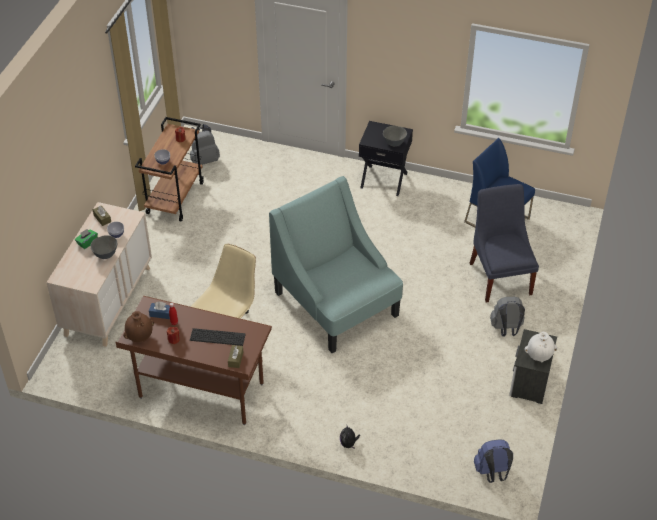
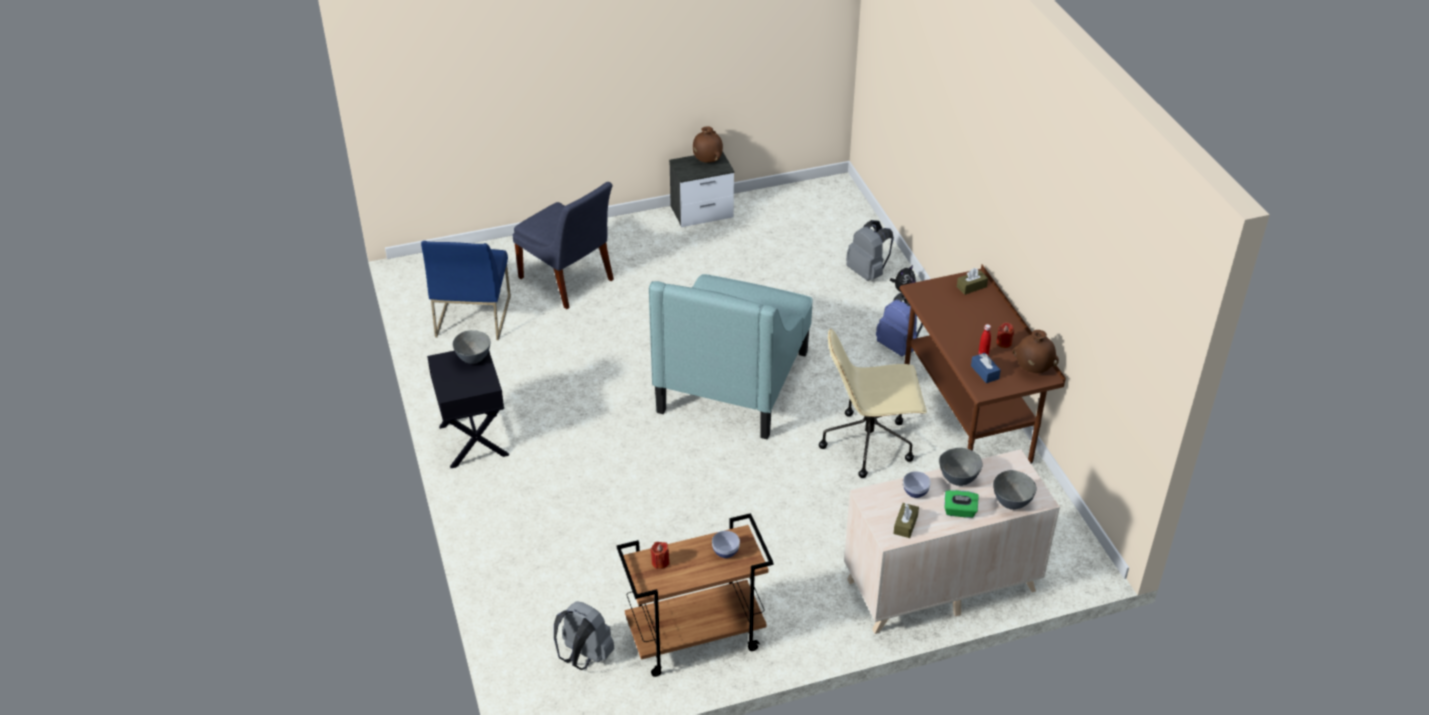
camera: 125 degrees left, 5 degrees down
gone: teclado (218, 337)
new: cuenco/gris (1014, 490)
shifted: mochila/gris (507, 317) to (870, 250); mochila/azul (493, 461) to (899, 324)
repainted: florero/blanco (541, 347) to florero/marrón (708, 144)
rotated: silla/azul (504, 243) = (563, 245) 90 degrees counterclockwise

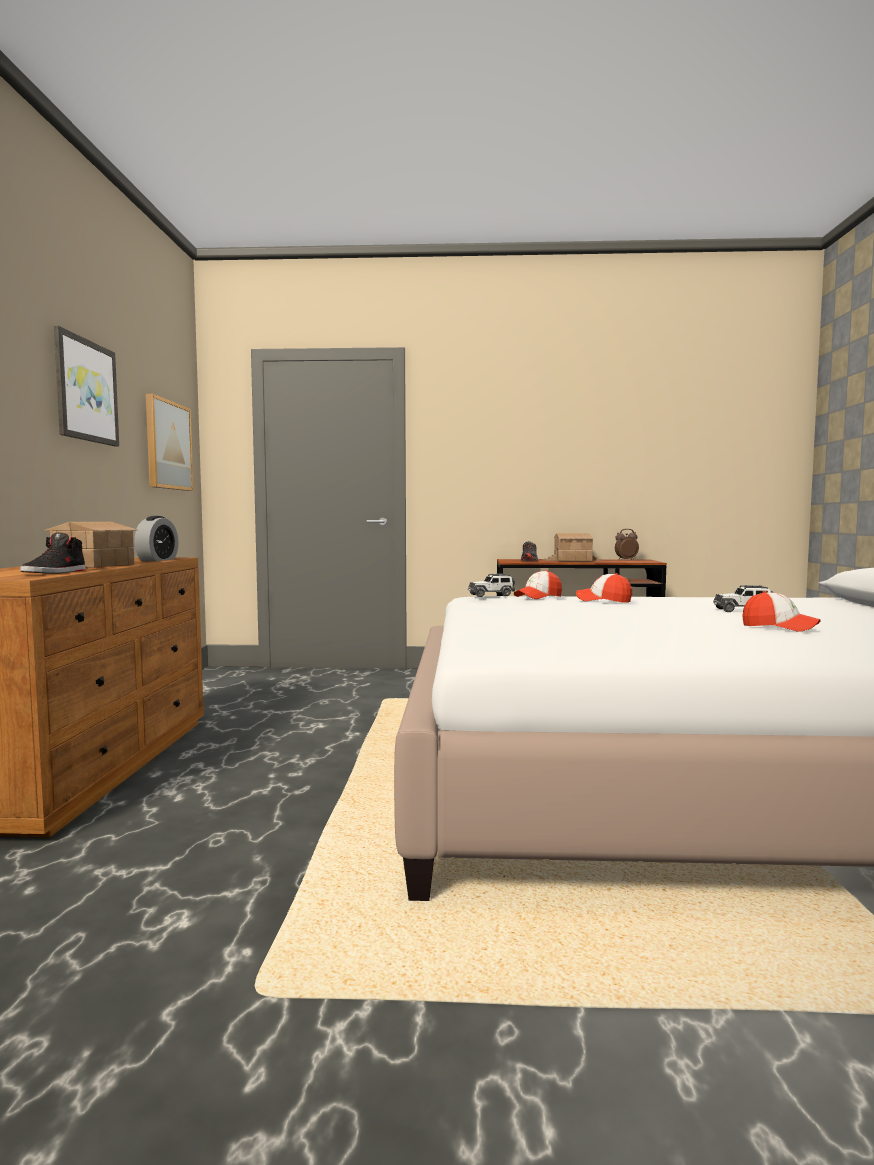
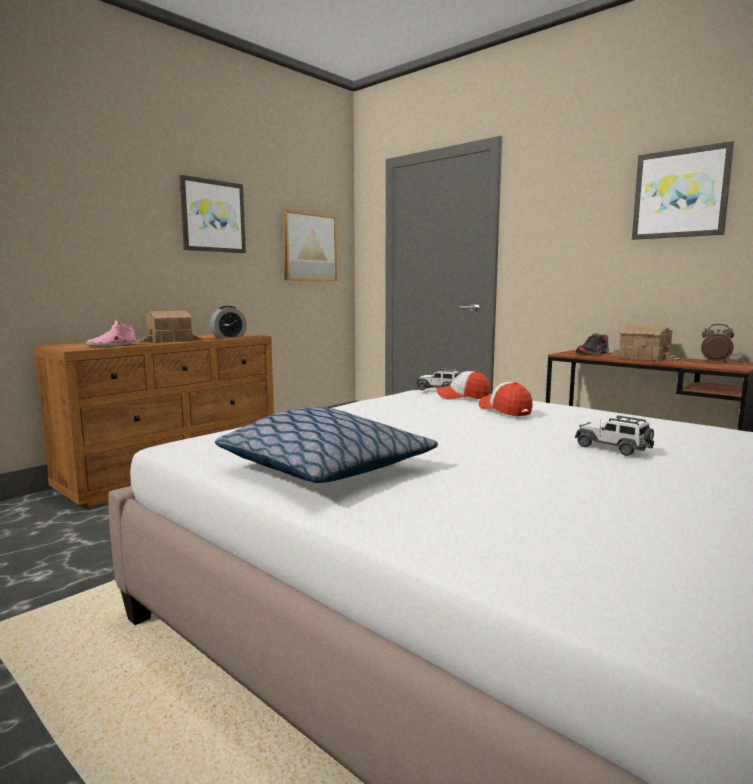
camera: 40 degrees right, 5 degrees up
gone: gorra (781, 611)
new: cuadro (683, 190); cojín (326, 445)
repainted: zapato/negro (53, 553) to zapato/rosa (111, 333)

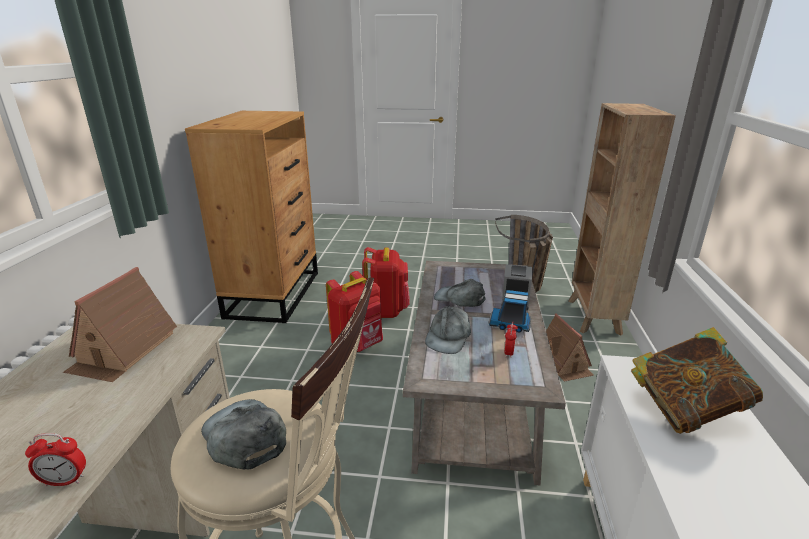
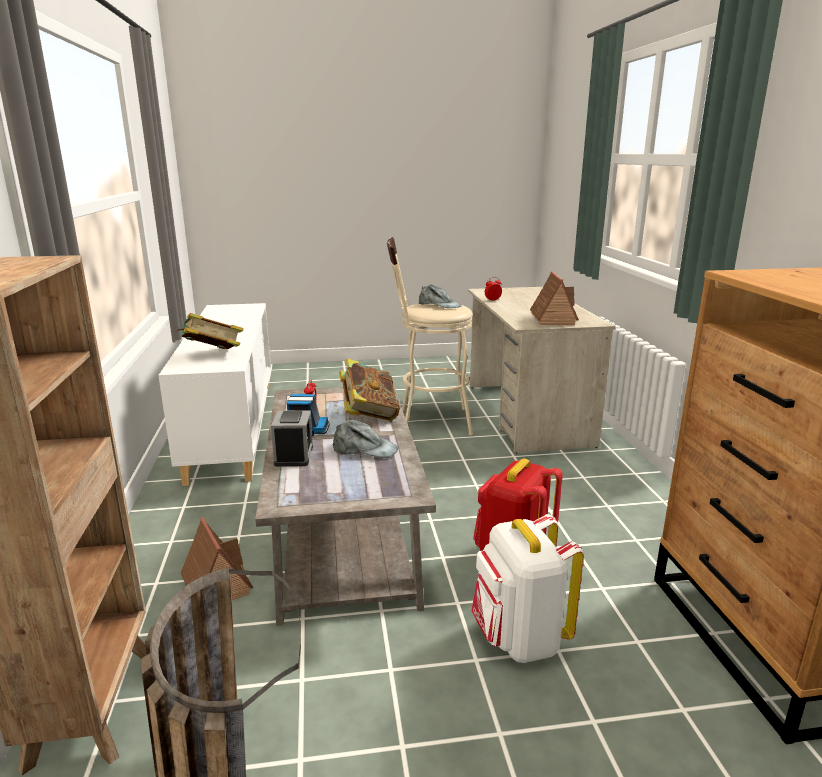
camera: 165 degrees right, 5 degrees down
swapped: gorra/gris (448, 329) to libro (369, 389)
repainted: mochila/rojo (386, 282) to mochila/blanco (527, 588)

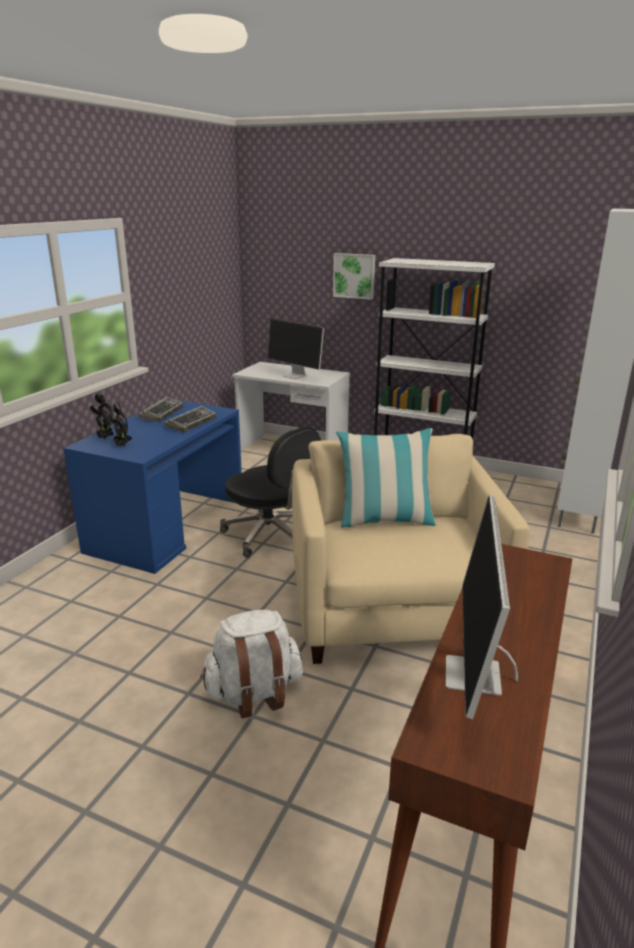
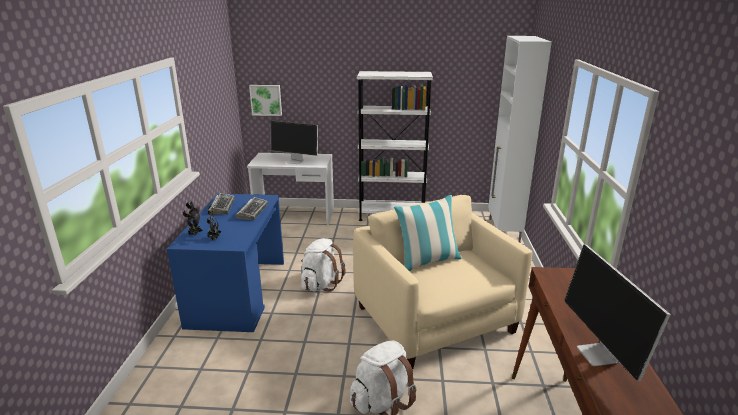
camera: 20 degrees left, 0 degrees up
shifted: cuadro (354, 276) to (265, 100)
swapped: silla de oficina/negro (270, 492) to mochila/blanco (323, 265)

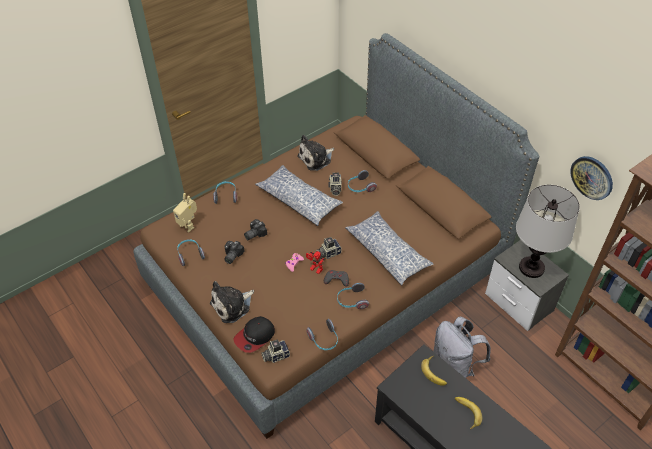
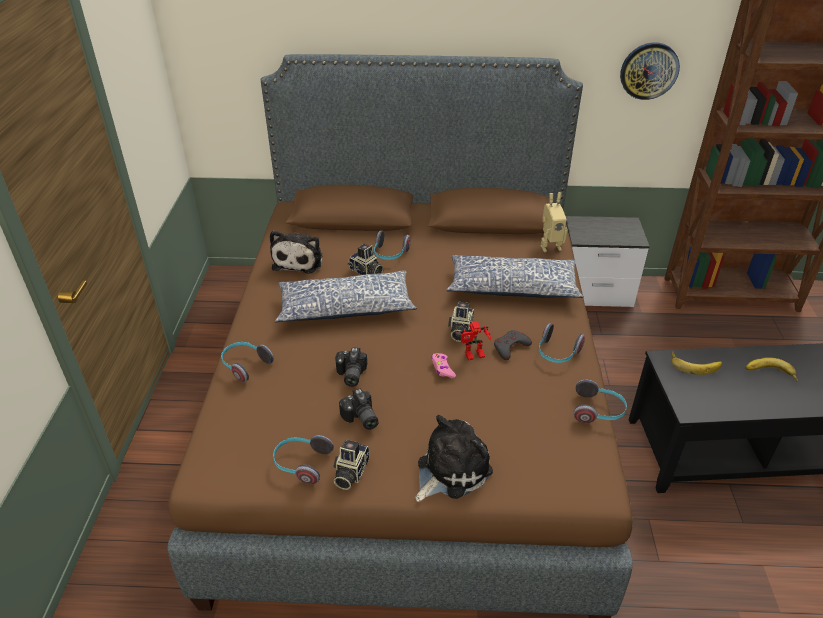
camera: 50 degrees left, 10 degrees down
gone: lámpara de mesa (548, 231); gorra (254, 334); mochila/gris (462, 347)
shifted: robot de juguete (185, 213) to (554, 222); cámara (275, 351) to (351, 464)
rotated: peluche (232, 302) = (454, 458) 135 degrees counterclockwise

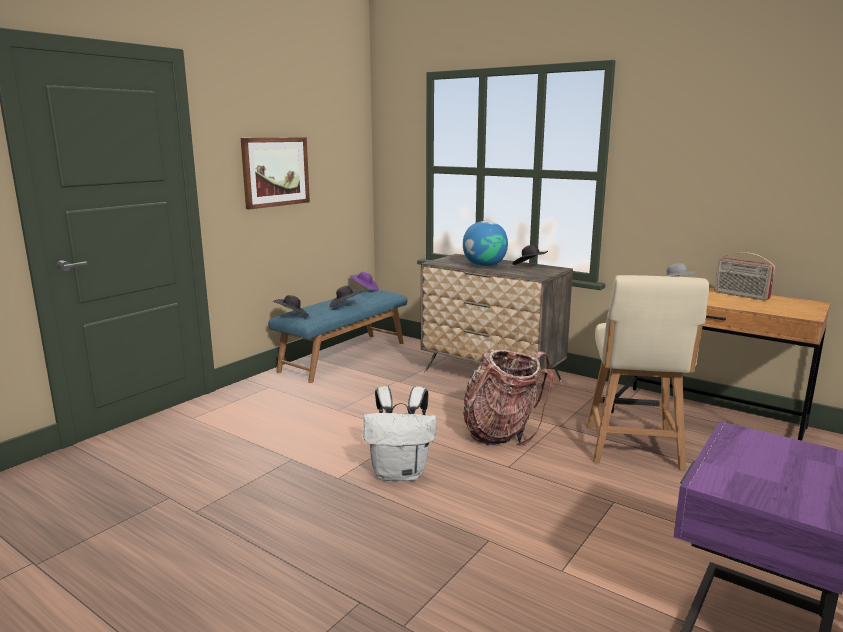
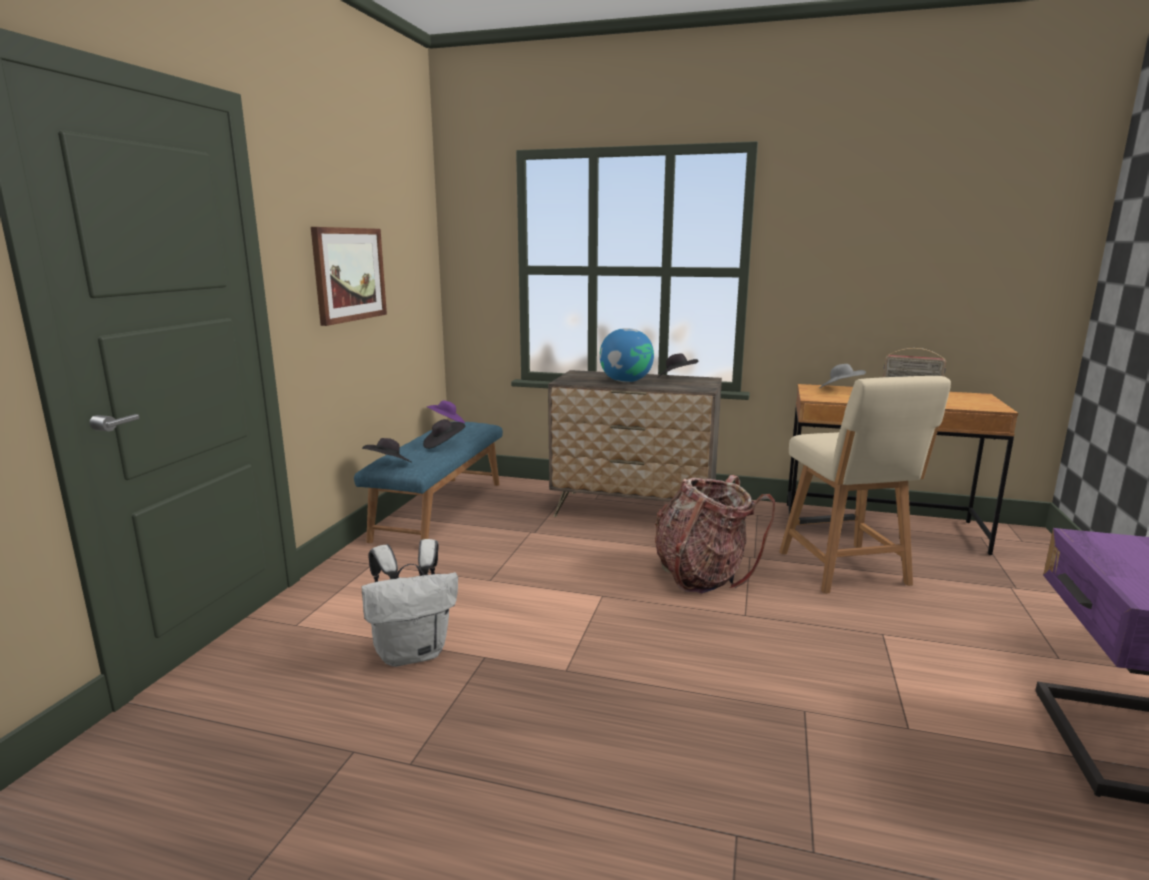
camera: 20 degrees left, 0 degrees up
shifted: mochila/blanco (400, 433) to (410, 603)

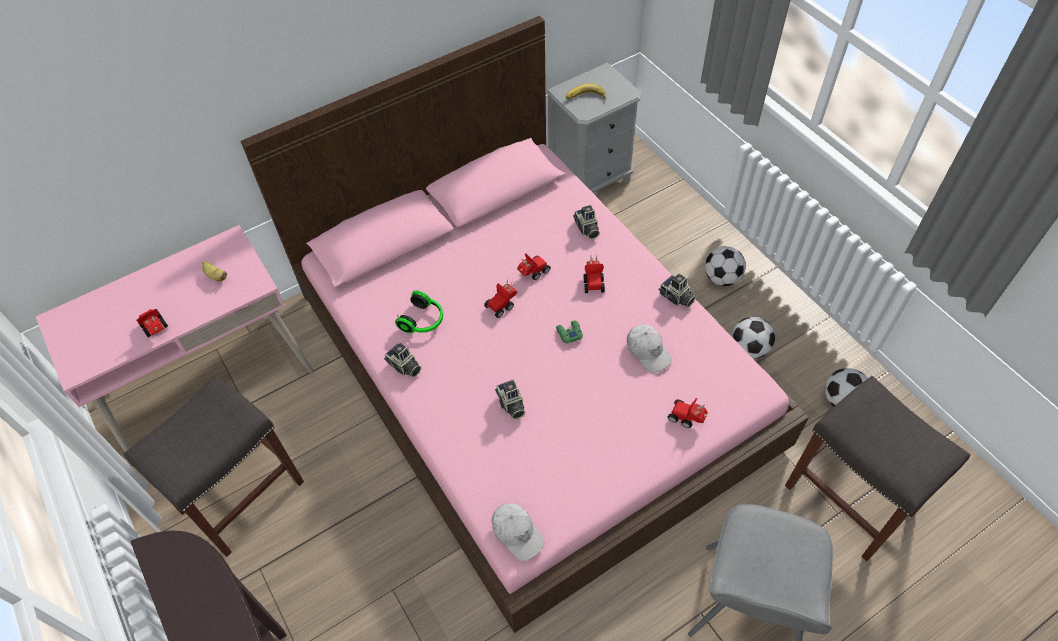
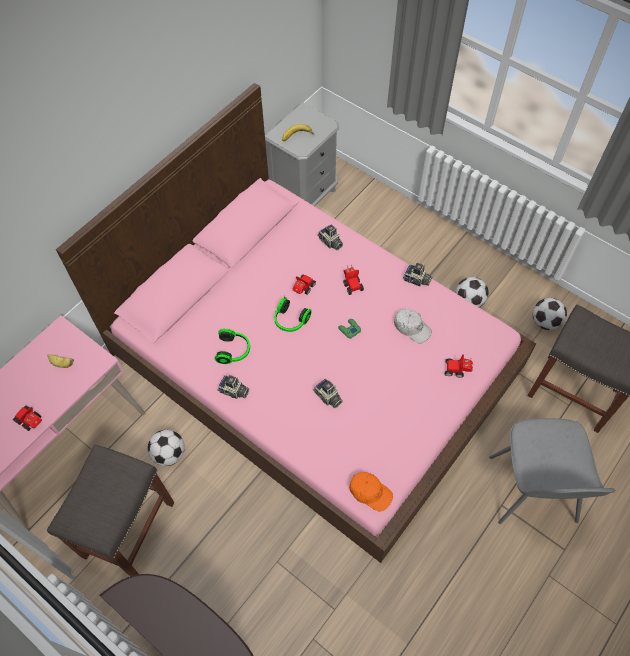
camera: 20 degrees left, 5 degrees up
shifted: balón de fútbol (725, 266) to (166, 447)
swapped: coche de juguete (500, 299) to auriculares (293, 313)
repainted: gorra/blanco (518, 532) to gorra/naranja (371, 492)

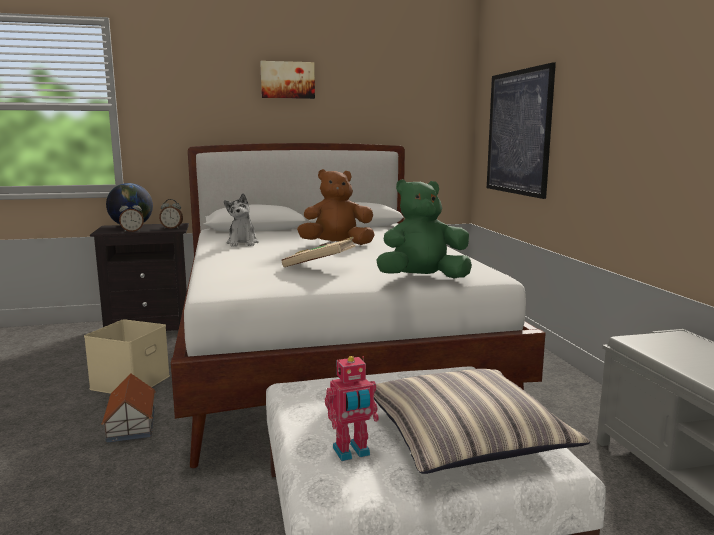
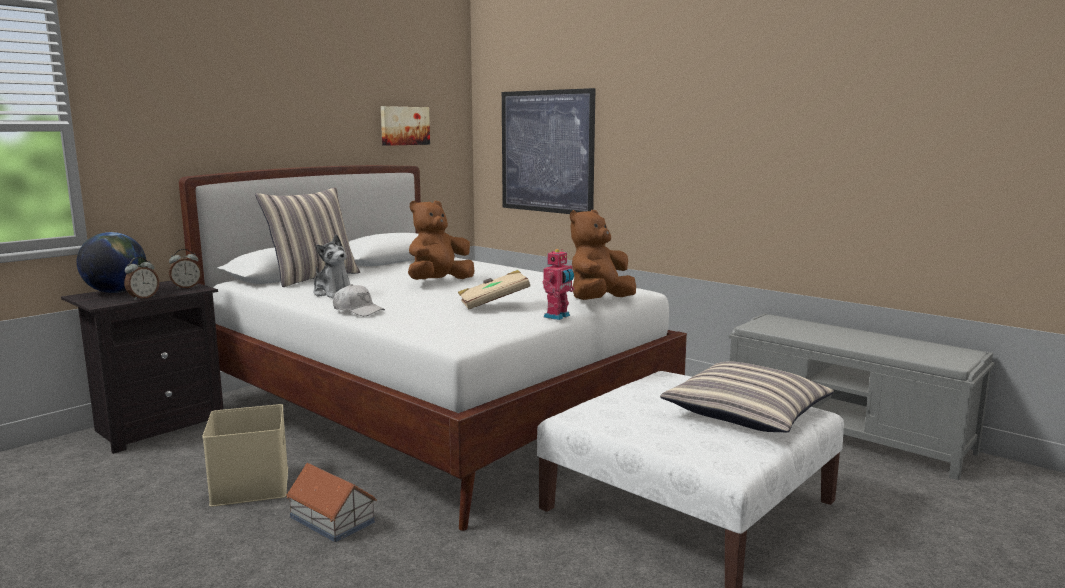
camera: 35 degrees left, 0 degrees up
new: cojín (307, 237); gorra/blanco (359, 300)
shifted: cuadro (287, 80) to (405, 126); robot de juguete (352, 408) to (558, 284)
repainted: peluche/verde (424, 229) to peluche/marrón (603, 255)

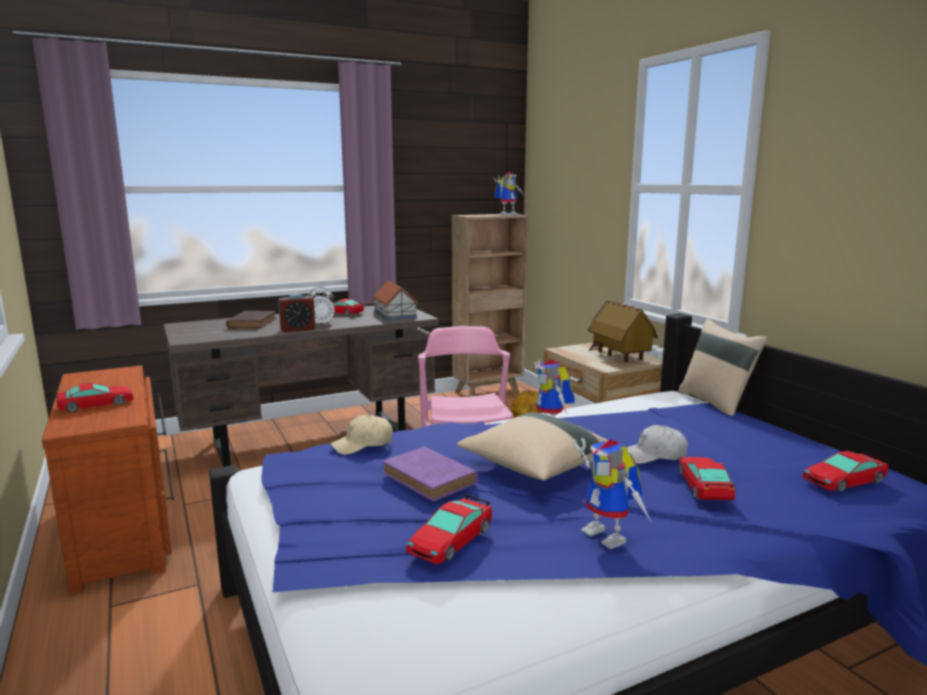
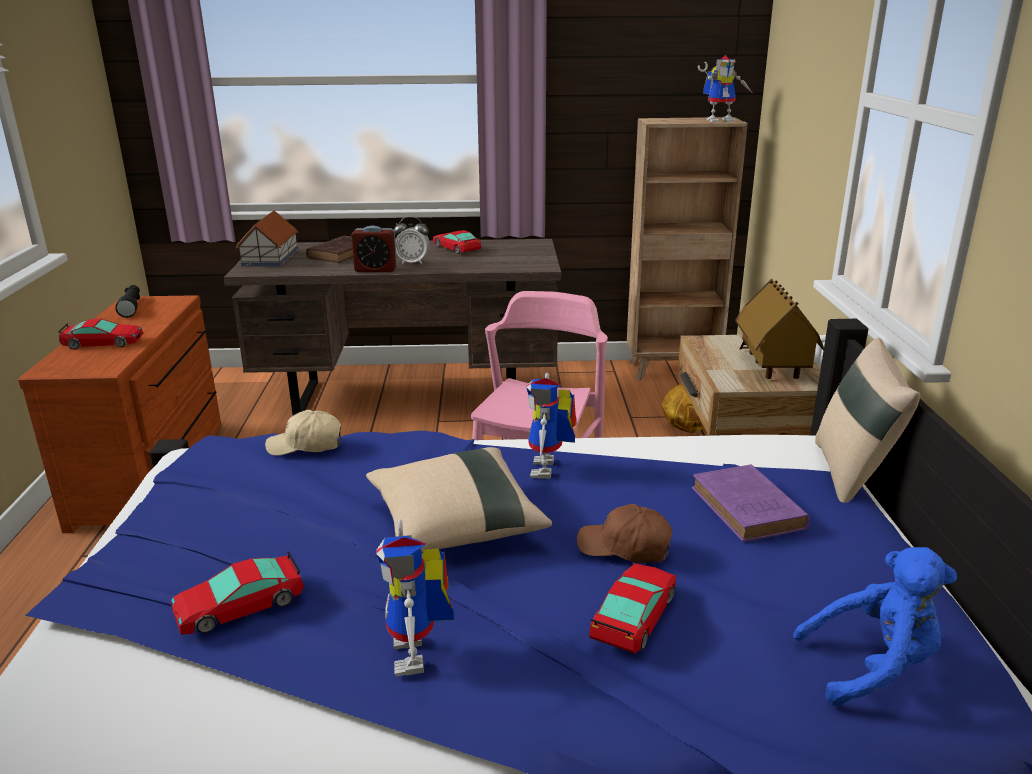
camera: 25 degrees right, 10 degrees up
new: linterna/negro (127, 301)
shifted: casita (395, 300) to (267, 238); libro/morado (430, 473) to (751, 503)
swapped: coche de juguete (845, 471) to peluche/azul (875, 627)
repainted: gorra/blanco (657, 444) to gorra/marrón (624, 533)

